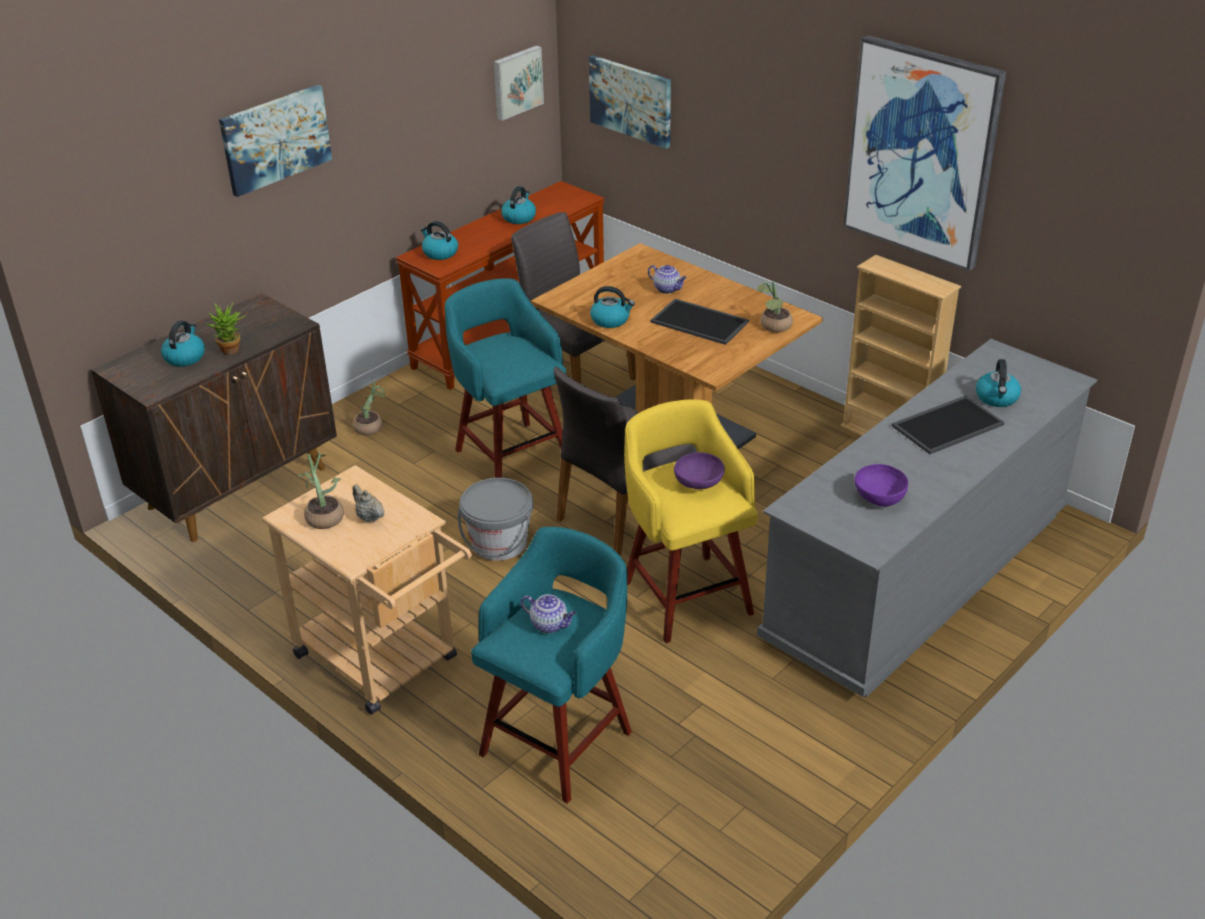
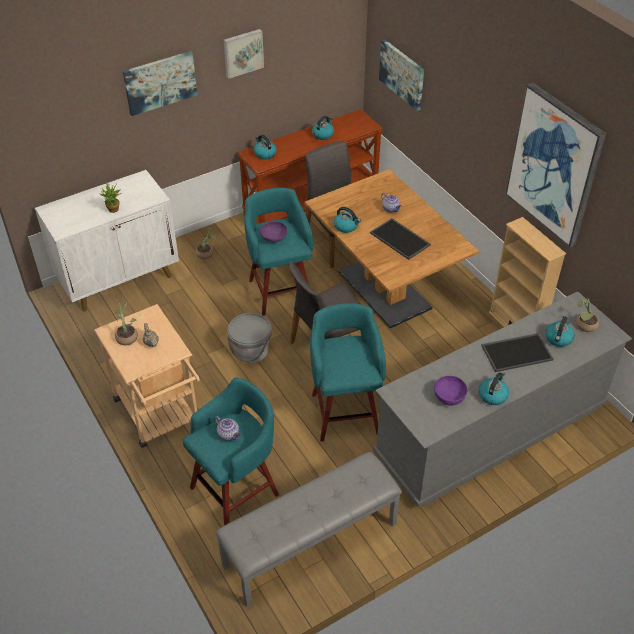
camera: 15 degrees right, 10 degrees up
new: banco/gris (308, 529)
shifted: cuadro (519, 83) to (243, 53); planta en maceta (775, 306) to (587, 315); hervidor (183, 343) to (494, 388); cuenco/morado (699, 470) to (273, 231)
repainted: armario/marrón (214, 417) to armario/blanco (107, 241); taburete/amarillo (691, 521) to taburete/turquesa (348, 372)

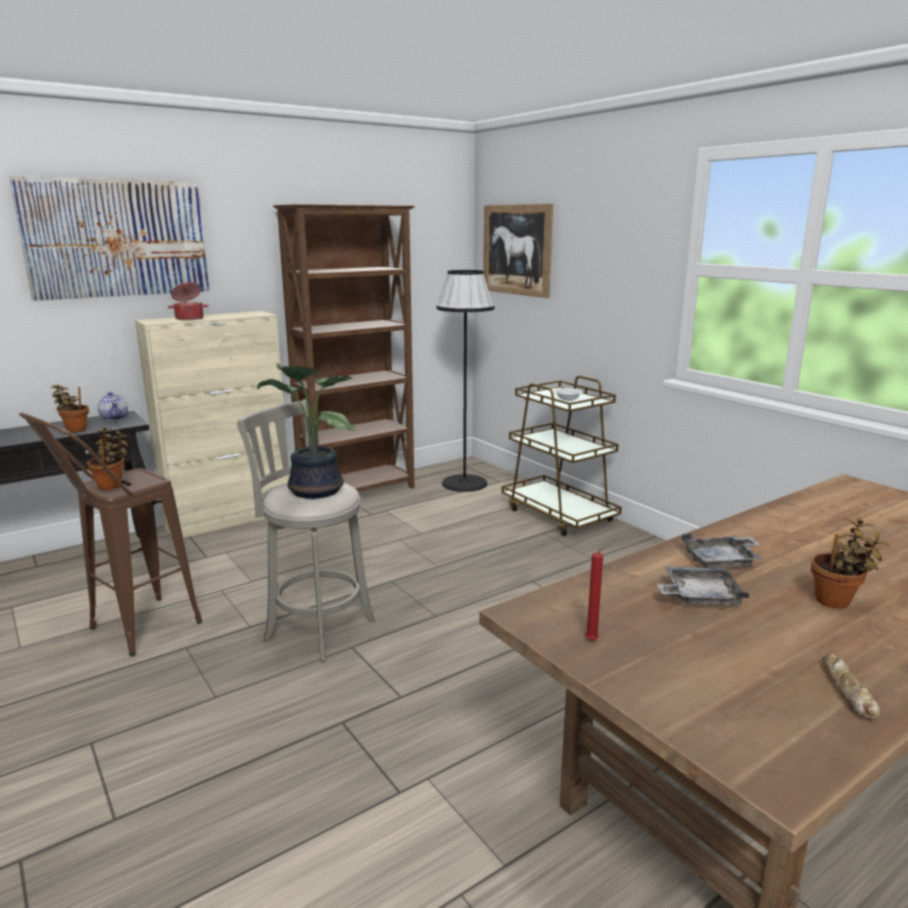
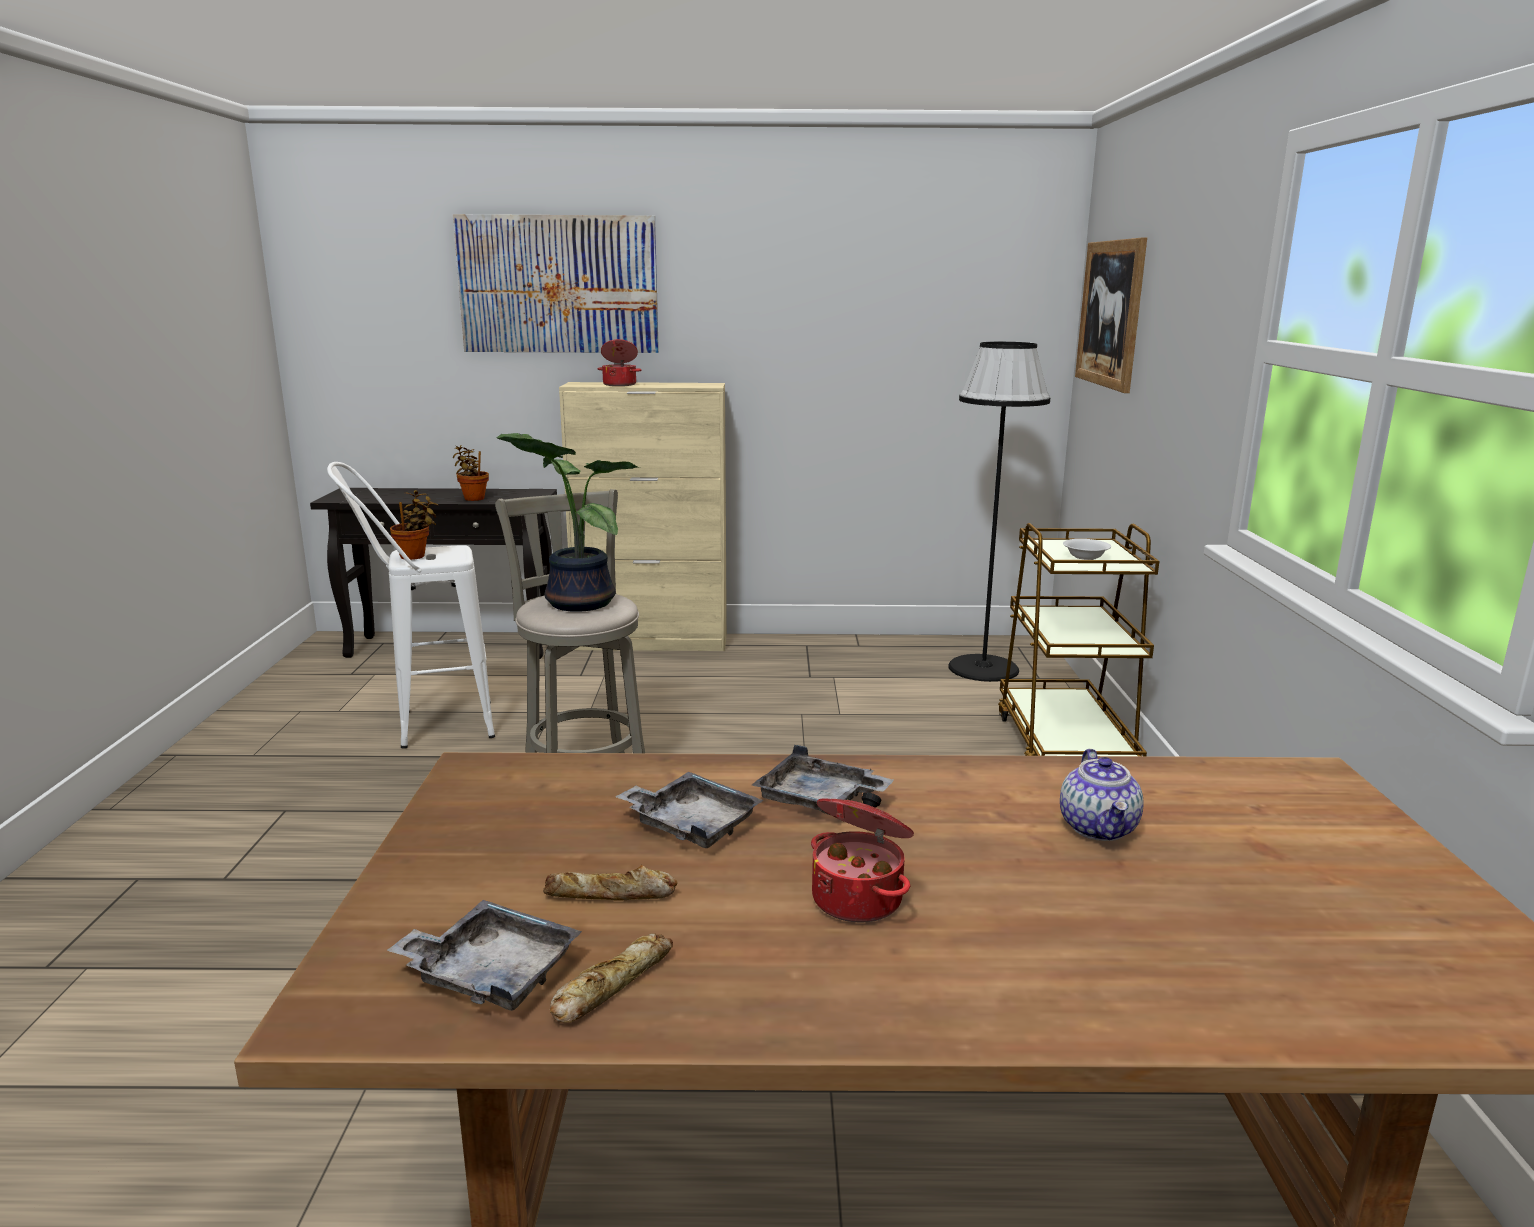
camera: 35 degrees right, 0 degrees up
gone: estantería/marrón (344, 348); vela/rojo (597, 593)
new: pan (610, 883); bandeja/gris (484, 955)
shifted: tetera (112, 406) to (1102, 795)
swapped: planta en maceta (850, 563) to olla (862, 857)
repainted: taburete/marrón (111, 534) to taburete/blanco (411, 605)

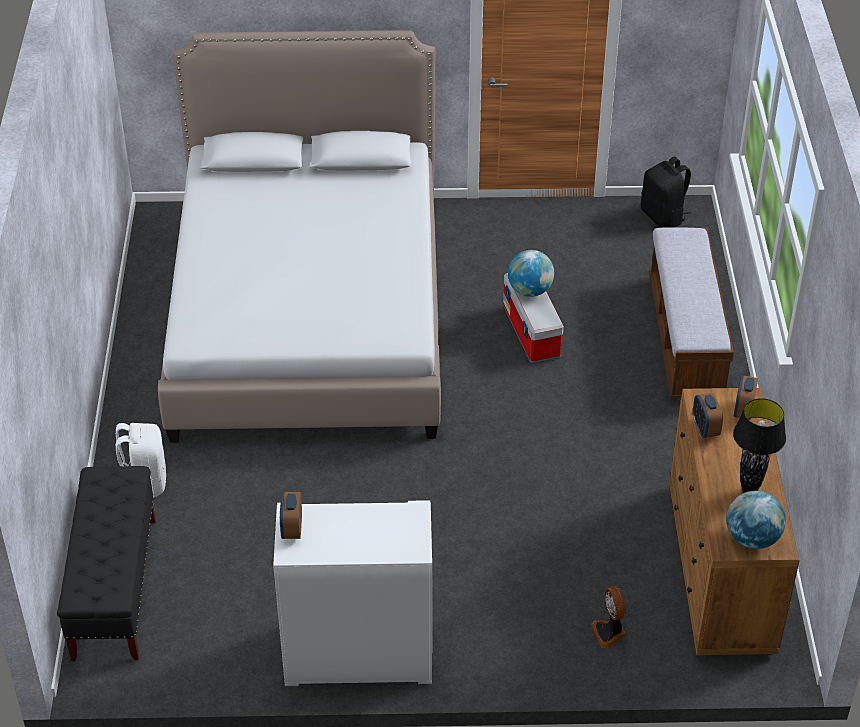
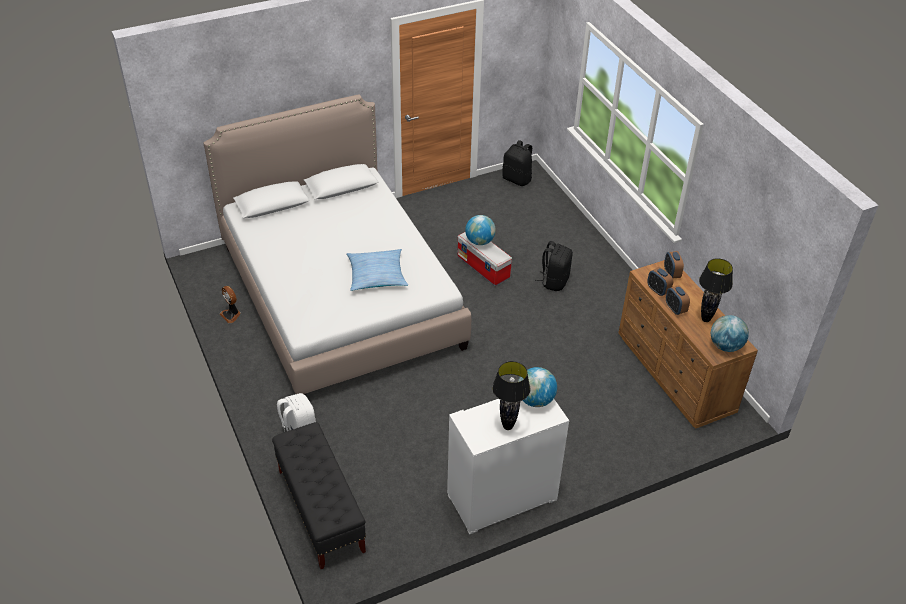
camera: 25 degrees left, 0 degrees up
gone: banco (691, 312)
new: mochila/negro (554, 266); cojín (377, 270); lámpara de mesa/negro (511, 395); globo terráqueo (537, 387)
shifted: despertador (291, 515) to (678, 300); ventilador (608, 617) to (230, 304)

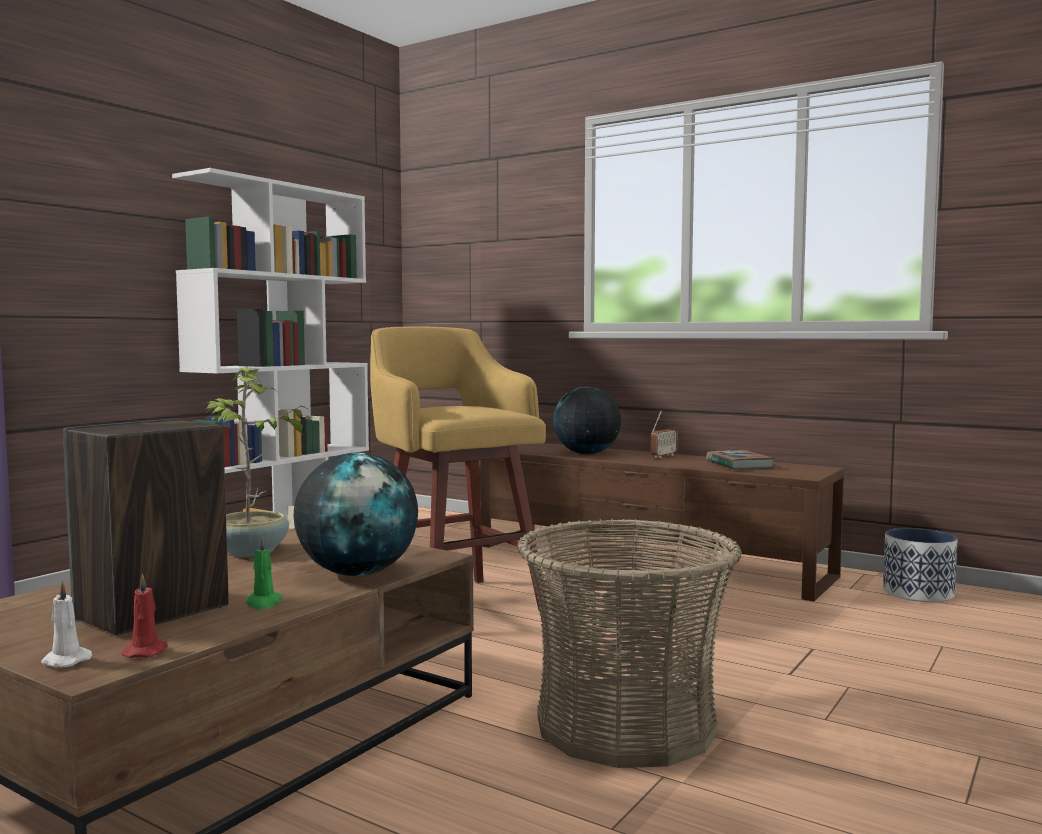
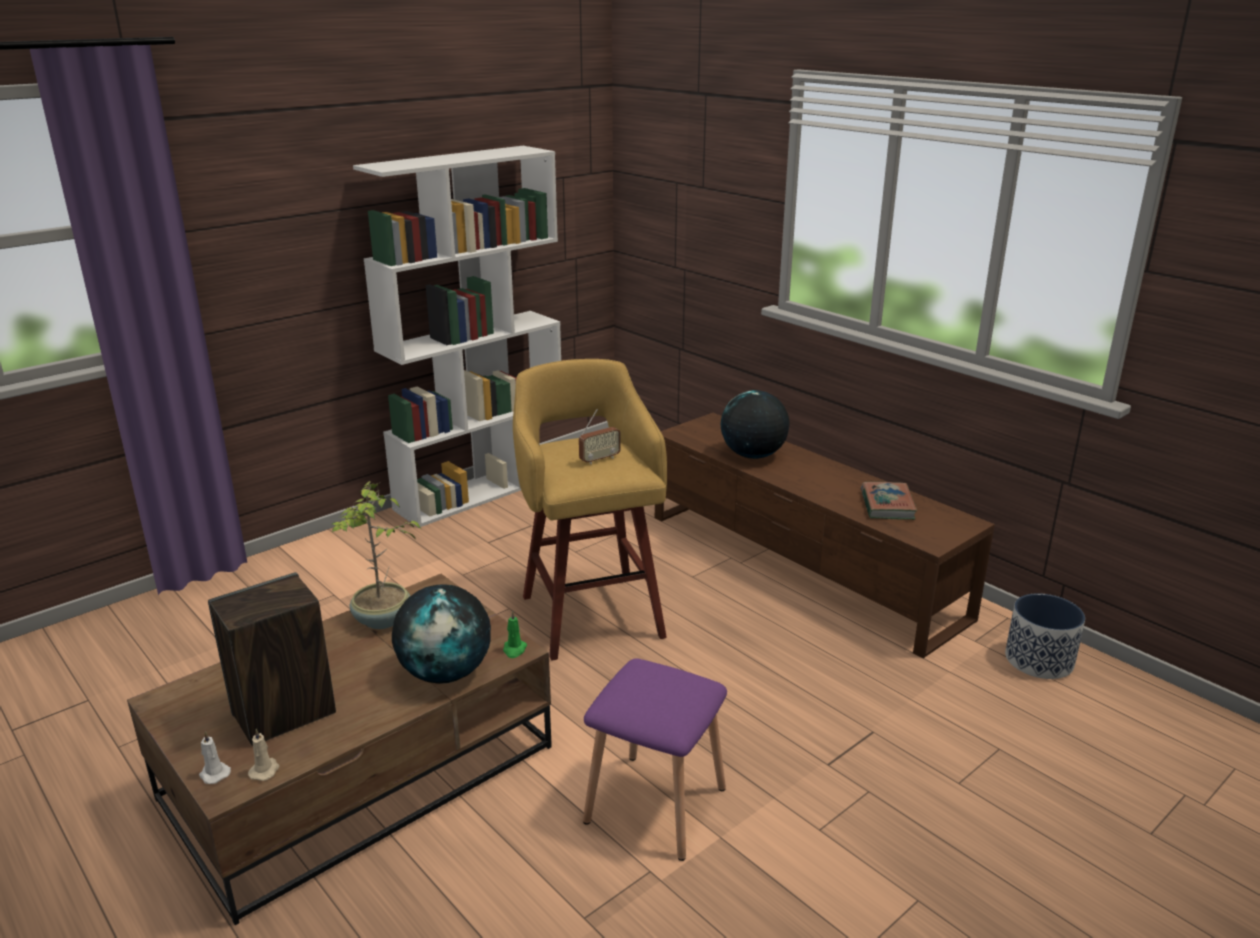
camera: 15 degrees right, 20 degrees up
shifted: radio (664, 434) to (600, 437); vela/verde (264, 573) to (515, 634)
swapped: cesta (629, 643) to taburete/morado (655, 760)
repainted: vela/rojo (144, 615) to vela/beis (264, 755)

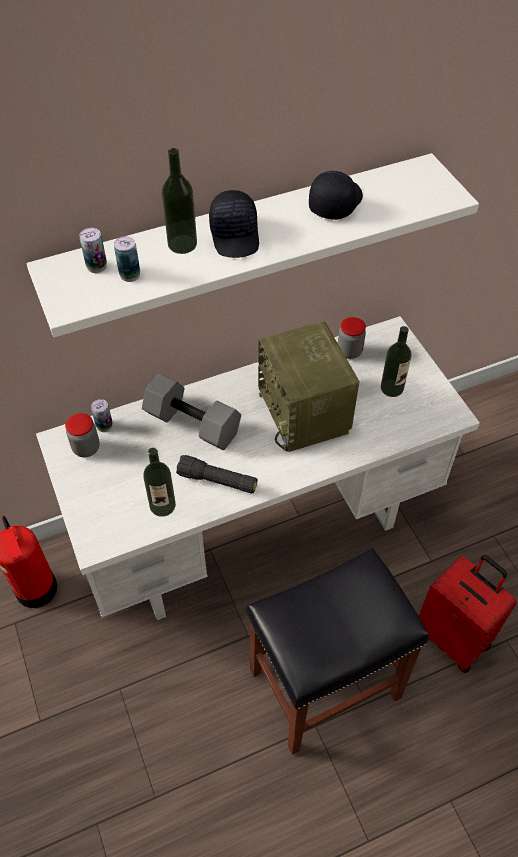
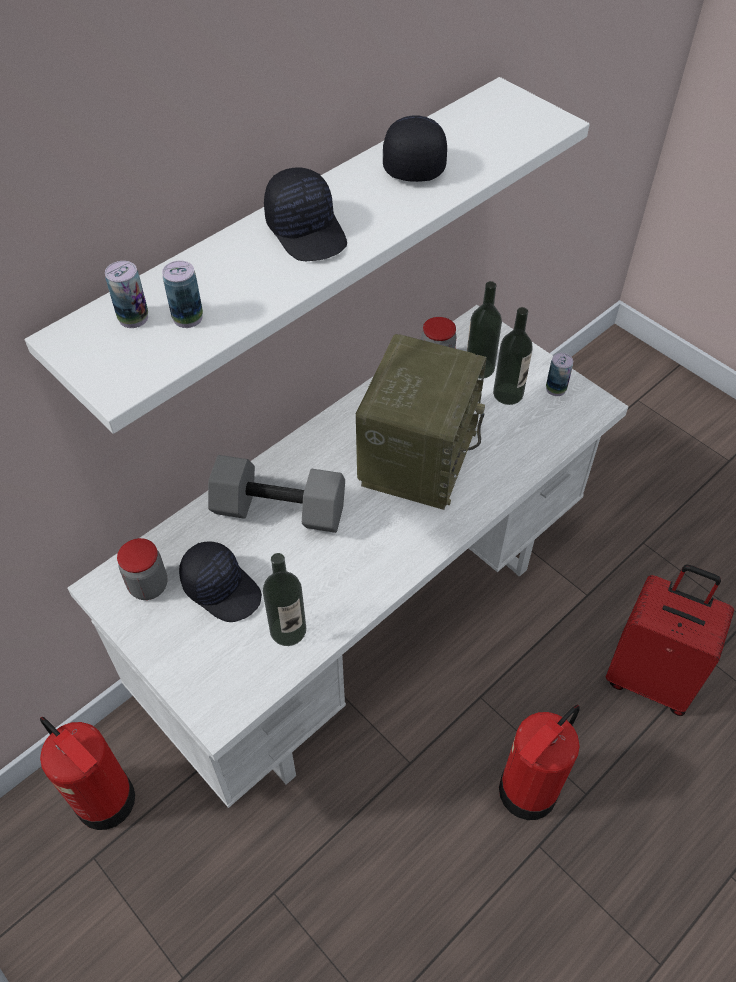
camera: 20 degrees left, 0 degrees up
gone: linterna/negro (217, 474)
new: gorra/negro (220, 581)
shifted: botella (179, 201) to (484, 330); lata (102, 415) to (559, 374)
swapped: taburete/negro (337, 651) to extintor (539, 762)
rotated: radio (309, 386) = (421, 422) 120 degrees counterclockwise

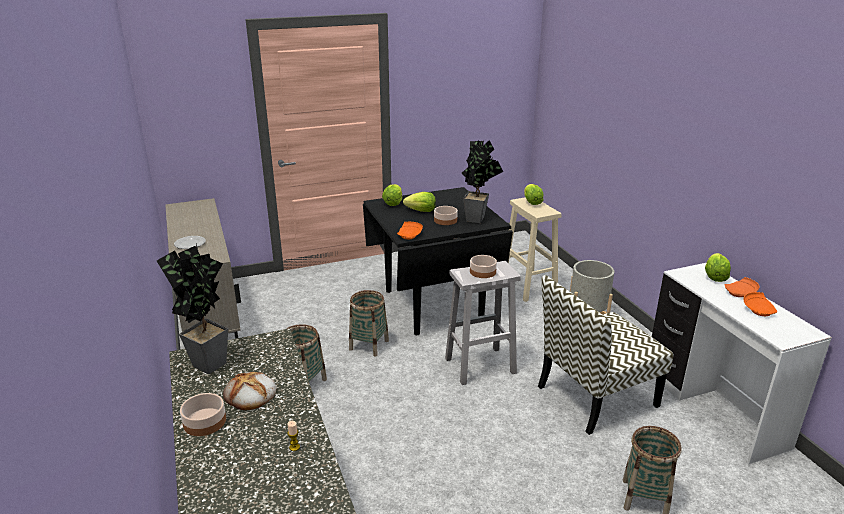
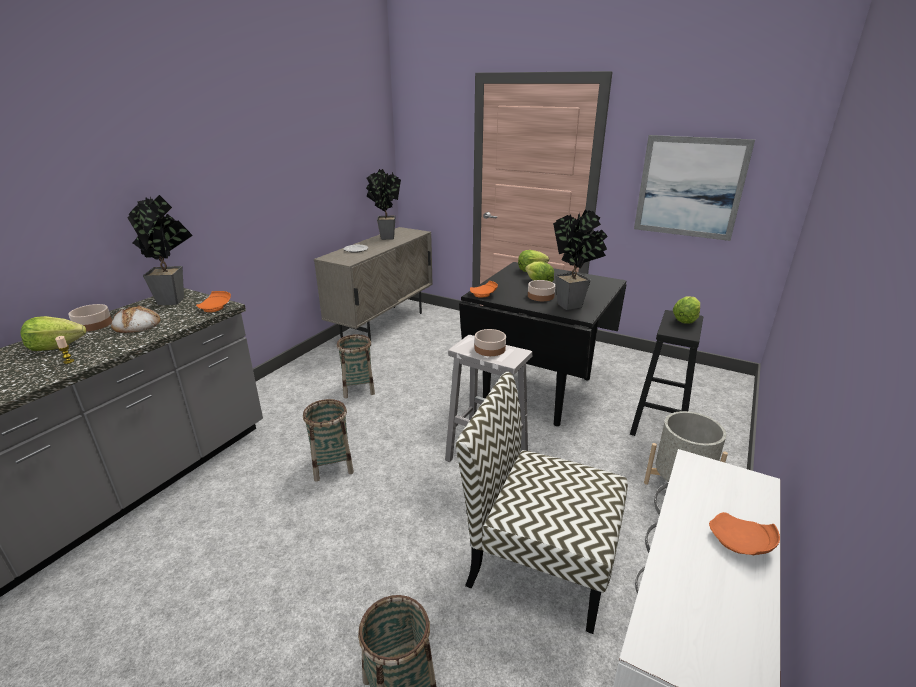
camera: 50 degrees right, 0 degrees up
new: cuadro (694, 188); planta en maceta (383, 204)
shifted: lechuga (718, 267) to (53, 333); cesta (369, 323) to (328, 440); plato/naranja (760, 304) to (213, 301)
repainted: taburete/beis (535, 249) to taburete/negro (666, 373)

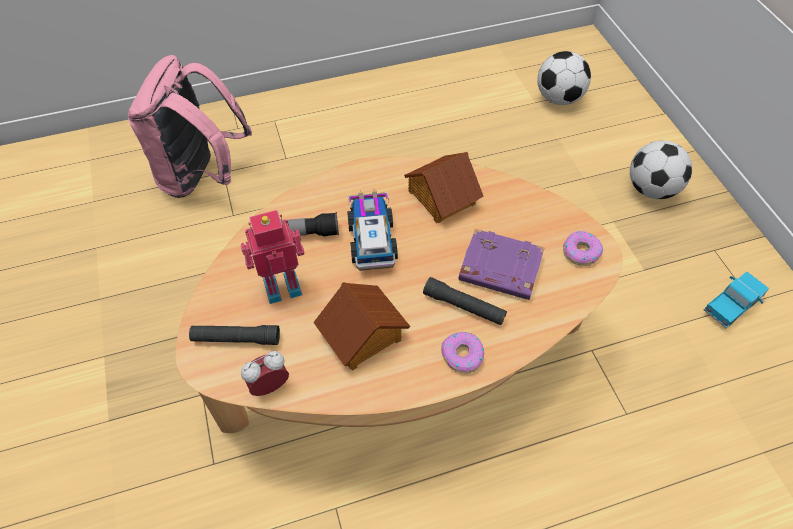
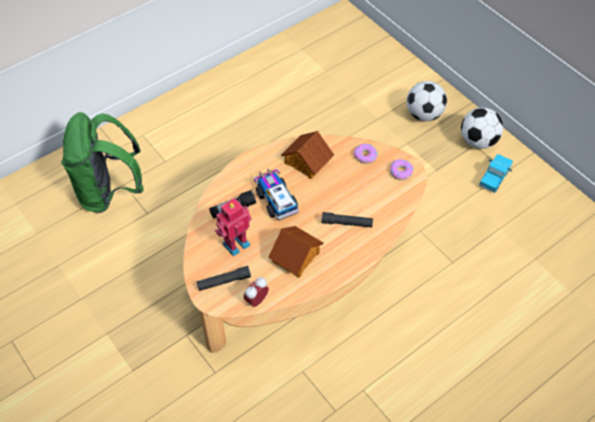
camera: 20 degrees left, 0 degrees up
gone: libro/morado (501, 264)
shifted: balón de fútbol (564, 78) to (482, 128); rosquilla (462, 352) to (365, 154)
repainted: mochila/rosa (190, 126) to mochila/verde (102, 162)

